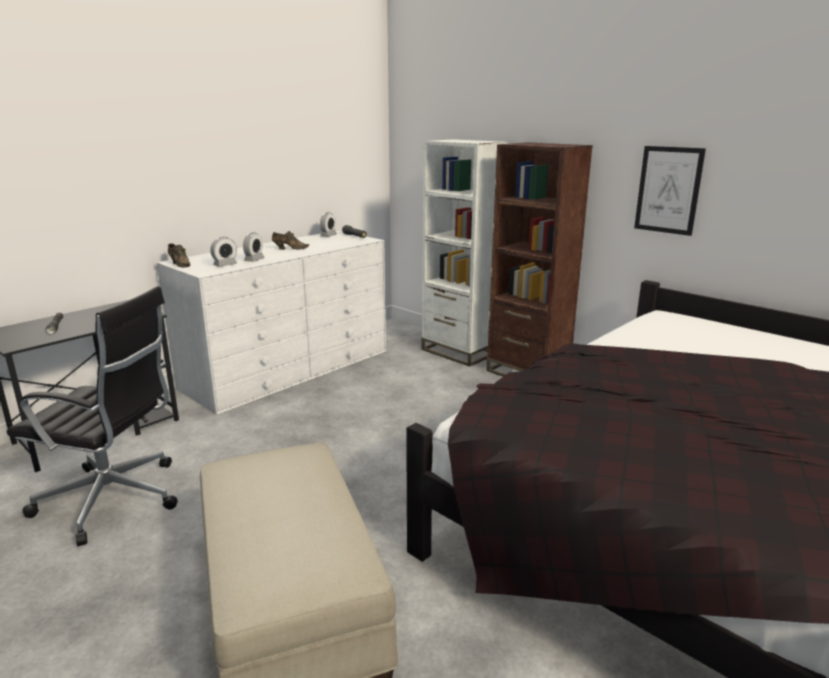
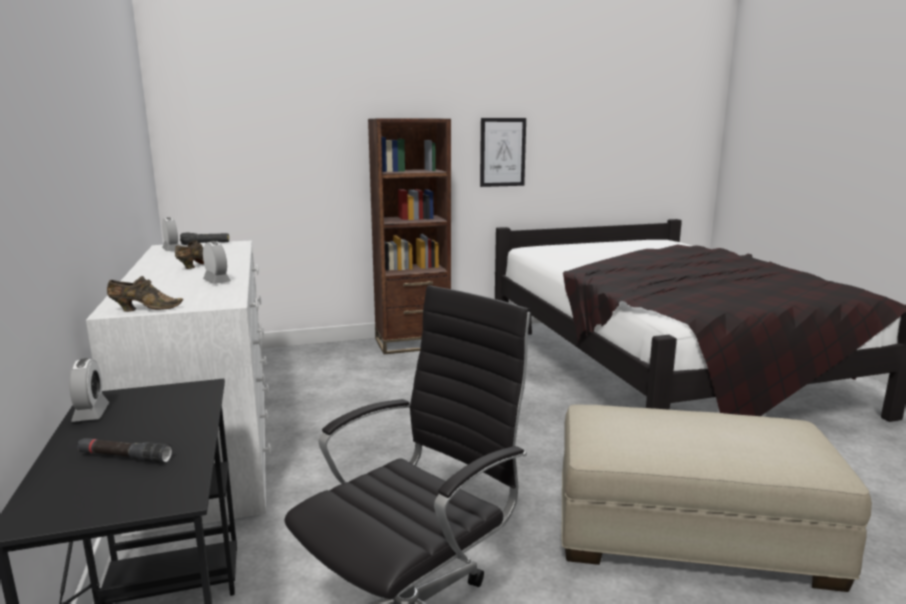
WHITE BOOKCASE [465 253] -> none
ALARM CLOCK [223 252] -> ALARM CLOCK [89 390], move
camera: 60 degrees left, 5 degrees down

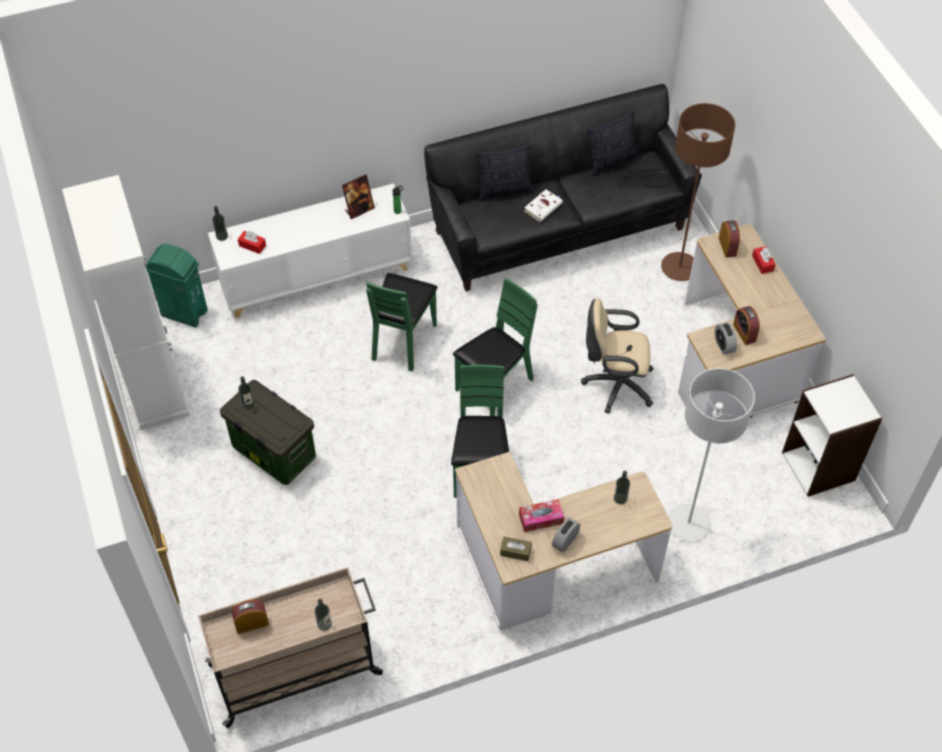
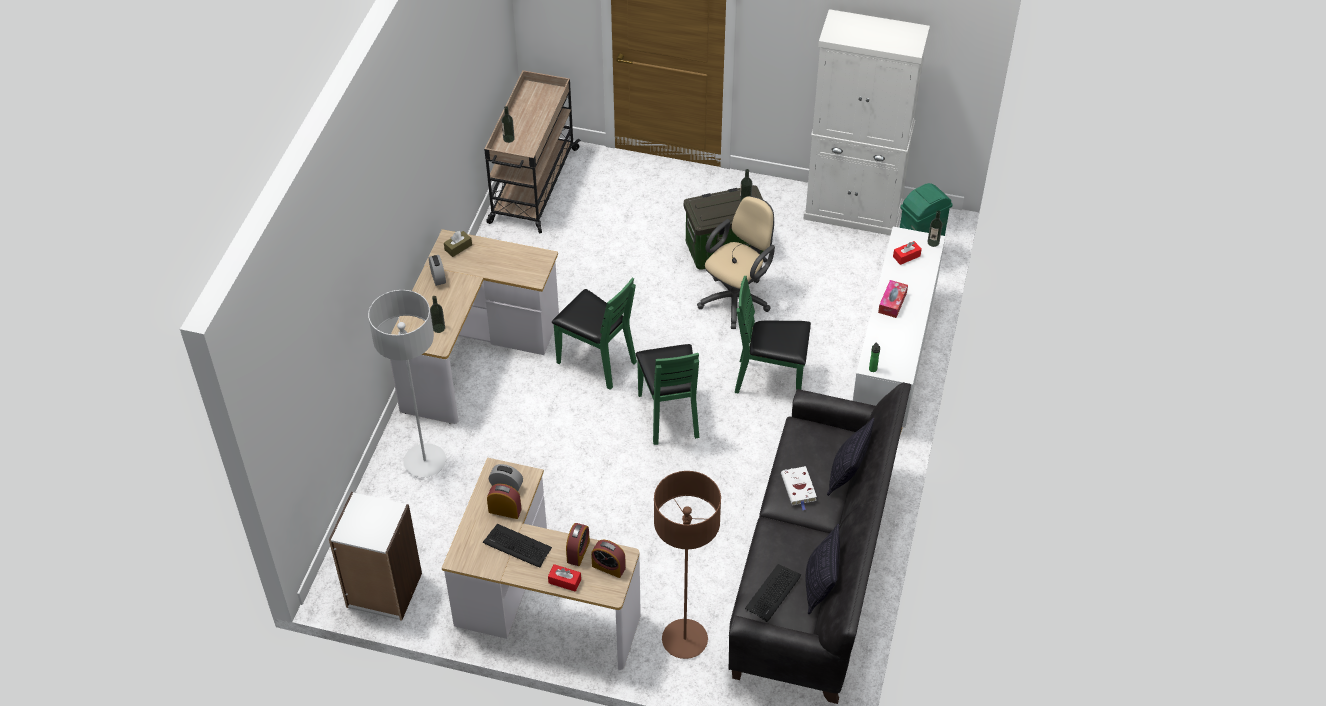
PICTURE FRAME [358 196] -> none
GREEN CHAIR [402 322] -> GREEN CHAIR [773 335], 45 degrees counterclockwise
BEIGE OFFICE CHAIR [617 356] -> BEIGE OFFICE CHAIR [736 262], move
TISSUE BOX [541 515] -> TISSUE BOX [893 299], move
ALARM CLOCK [250 617] -> ALARM CLOCK [578 544], move
none -> KEYBOARD [517 545]
camera: 125 degrees right, 5 degrees down

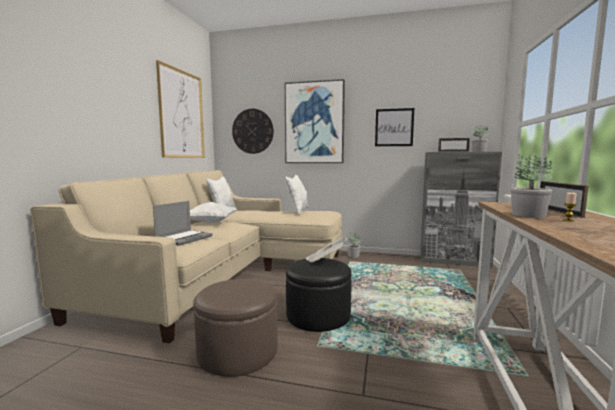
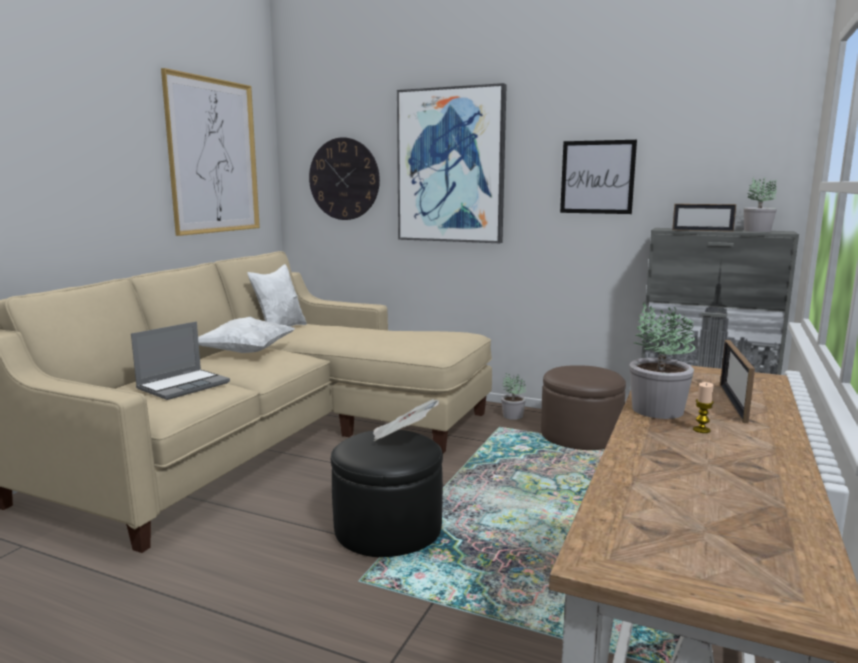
WHITE PILLOW [296 194] -> none
BROWN OTTOMAN [235 328] -> BROWN OTTOMAN [583 407], move
camera: 10 degrees right, 5 degrees up

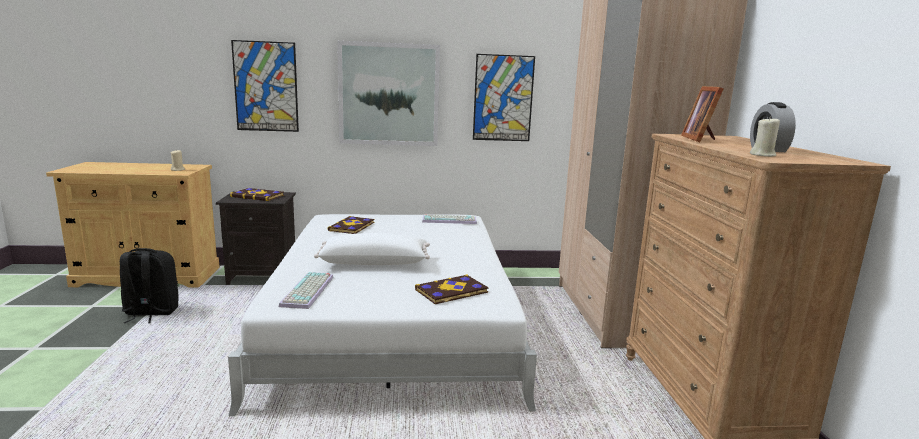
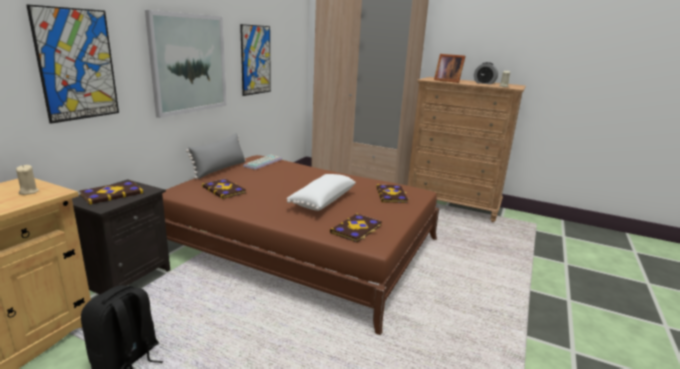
WHITE BED [382 315] -> BROWN BED [300 245]
KEYBOARD [306 290] -> BOOK [356 228]
none -> GREY PILLOW [216 156]
camera: 60 degrees left, 5 degrees up

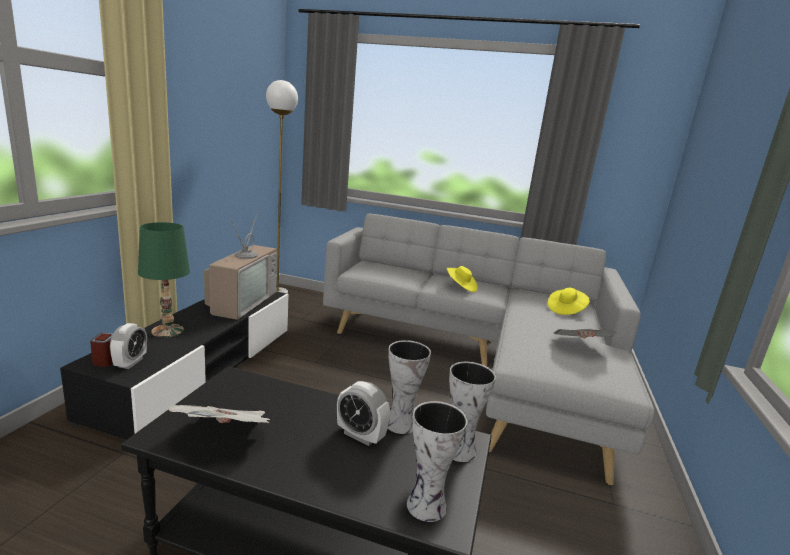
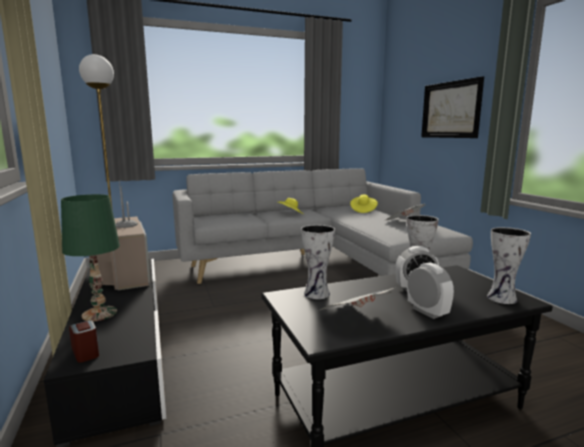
ALARM CLOCK [128 346] -> ALARM CLOCK [430 290], move
VASE [472 412] -> VASE [318 262], move
none -> PICTURE [452 107]
camera: 35 degrees left, 5 degrees down

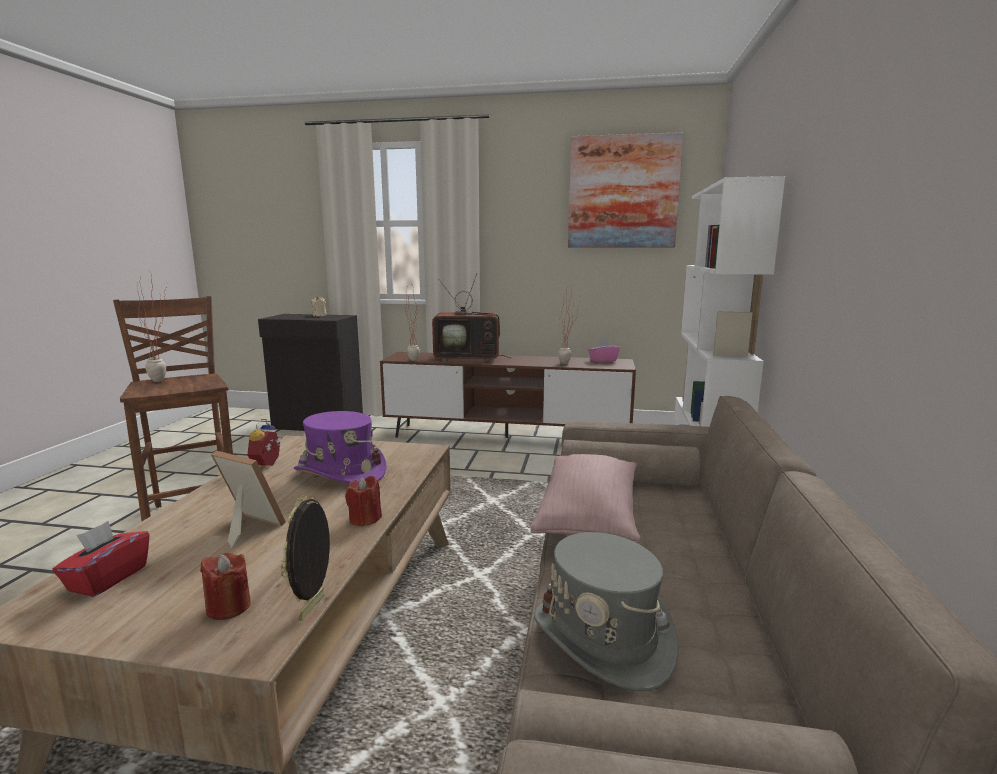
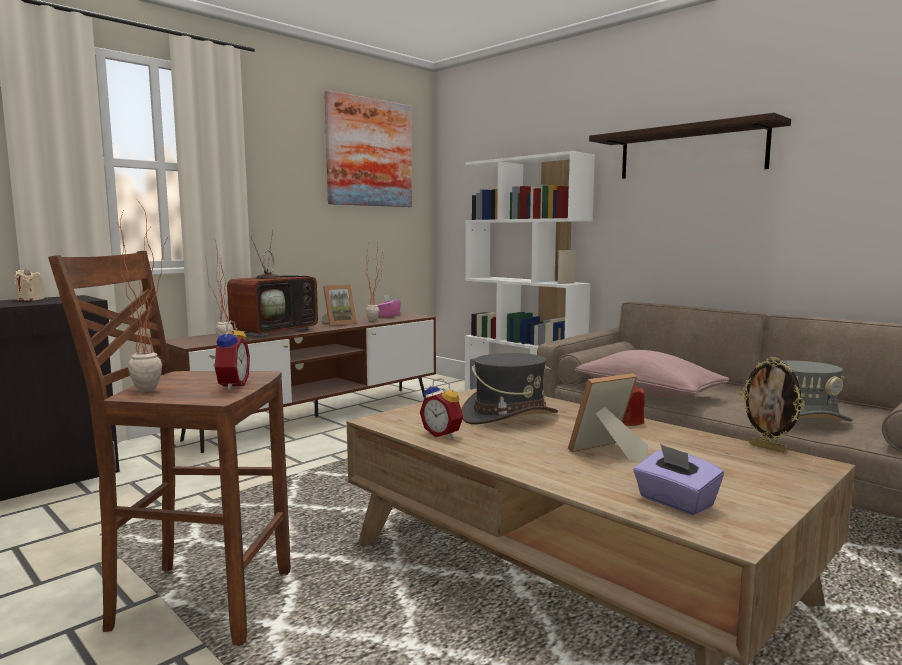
PURPLE HAT [340 447] -> GREY HAT [509 389]
RED TISSUE BOX [100 559] -> PURPLE TISSUE BOX [678 479]
RED CANDLE [225 586] -> none
none -> SHELF [690 146]
none -> PICTURE FRAME [339 305]
none -> ALARM CLOCK [229 355]
camera: 55 degrees left, 5 degrees down

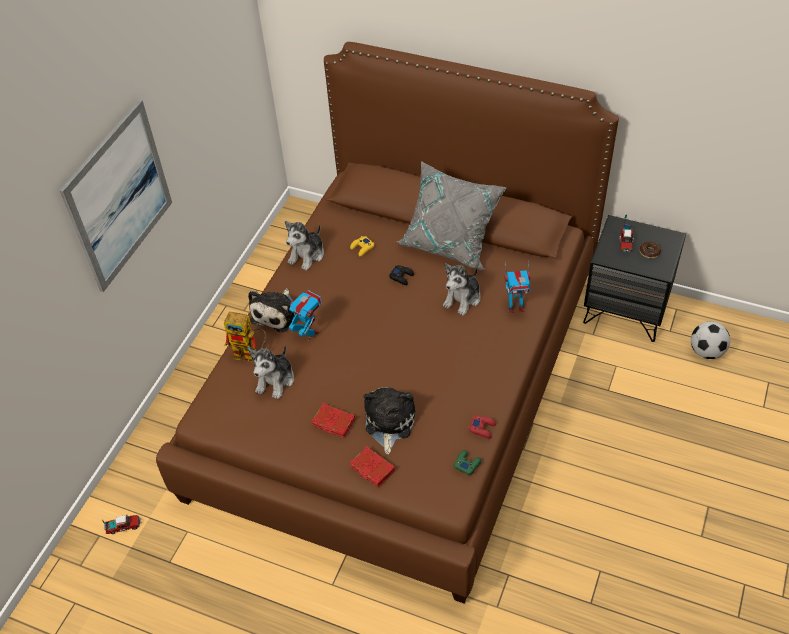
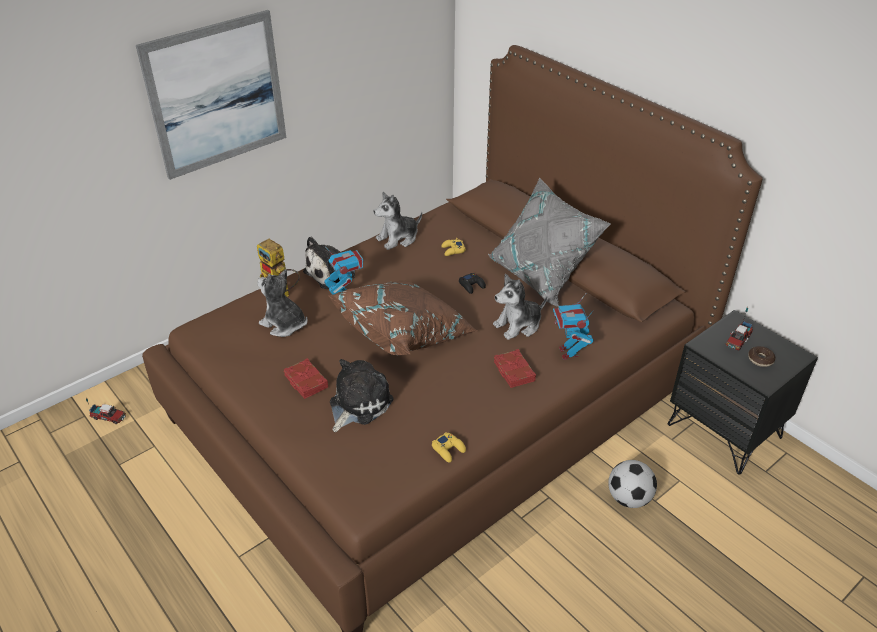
TOY ROBOT [518 286] -> TOY ROBOT [573 327], 60 degrees clockwise
FOOTBALL [710 340] -> FOOTBALL [632 484], move
PLUSH TOY [271 371] -> PLUSH TOY [282 303], 75 degrees clockwise
RED GAME CONTROLLER [482 427] -> YELLOW GAME CONTROLLER [449 447]
RED BOOK [372 466] -> RED BOOK [515 368], move
GREEN GAME CONTROLLER [468 462] -> none
none -> BROWN PILLOW [403 318]
camera: 25 degrees right, 10 degrees down

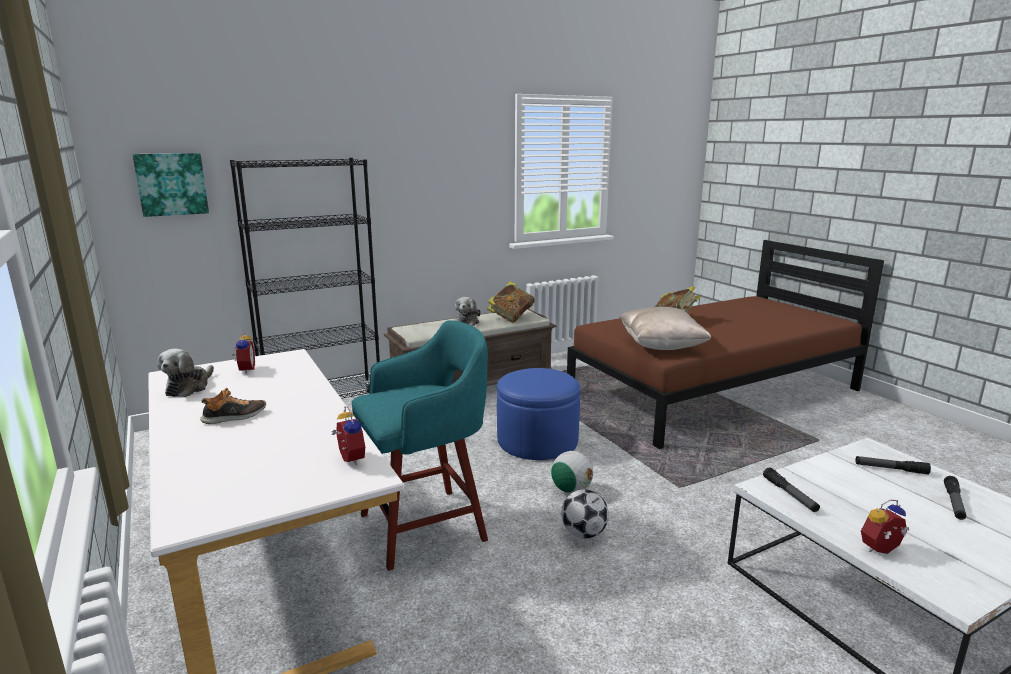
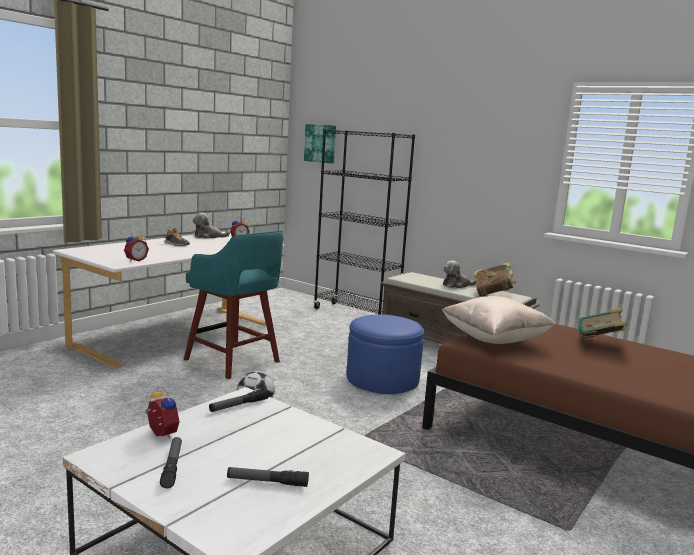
FOOTBALL [572 472] -> none
FLASHLIGHT [893 465] -> FLASHLIGHT [171 462], move
camera: 65 degrees right, 5 degrees down

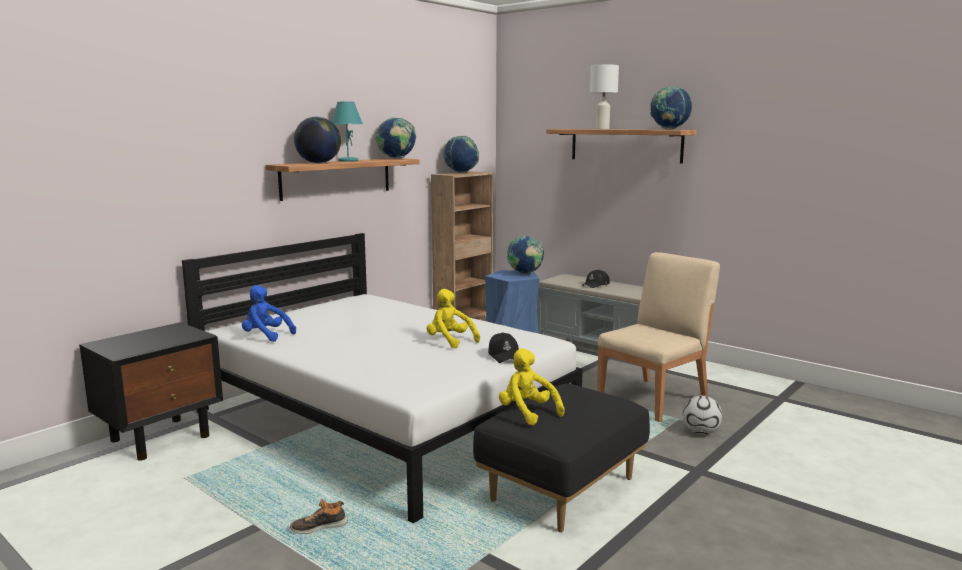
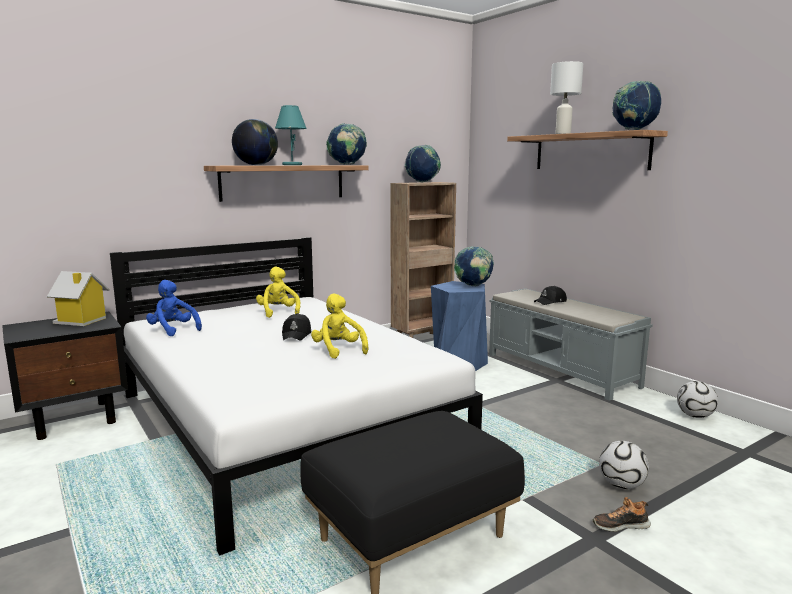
BEIGE CHAIR [658 337] -> none
BLACK CAP [503 347] -> BLACK CAP [296 327], move
YELLOW PLUSH TOY [532 386] -> YELLOW PLUSH TOY [278 292], move
SHOE [319 516] -> SHOE [622 514], move
none -> TOY HOUSE [78 298]
none -> FOOTBALL [697 399]
camera: 15 degrees right, 0 degrees up

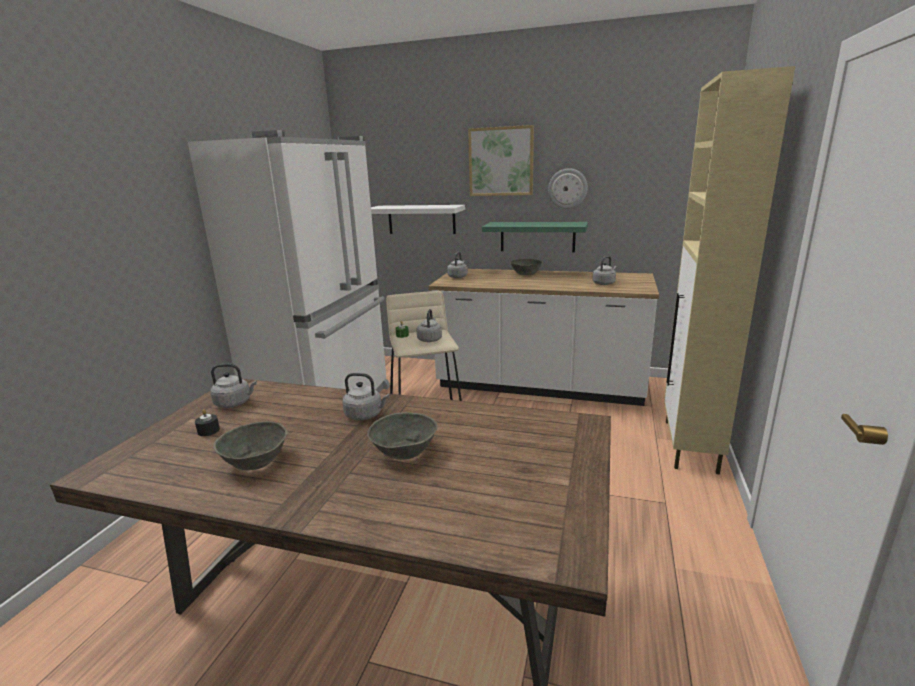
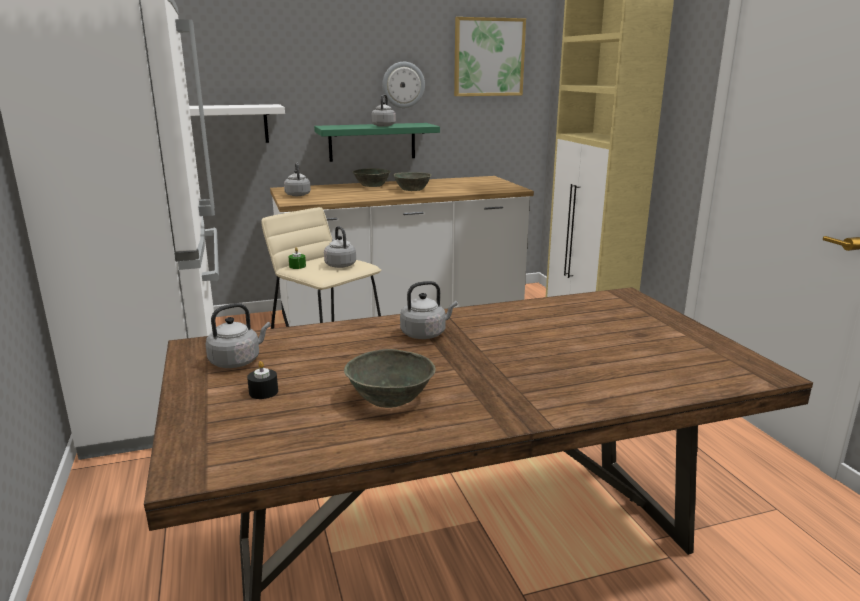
PICTURE [501 160] -> PICTURE [490 56], move
GREY KETTLE [604 270] -> GREY KETTLE [383 110], move
GREY BOWL [402 436] -> GREY BOWL [412 181], move
camera: 35 degrees left, 0 degrees up

